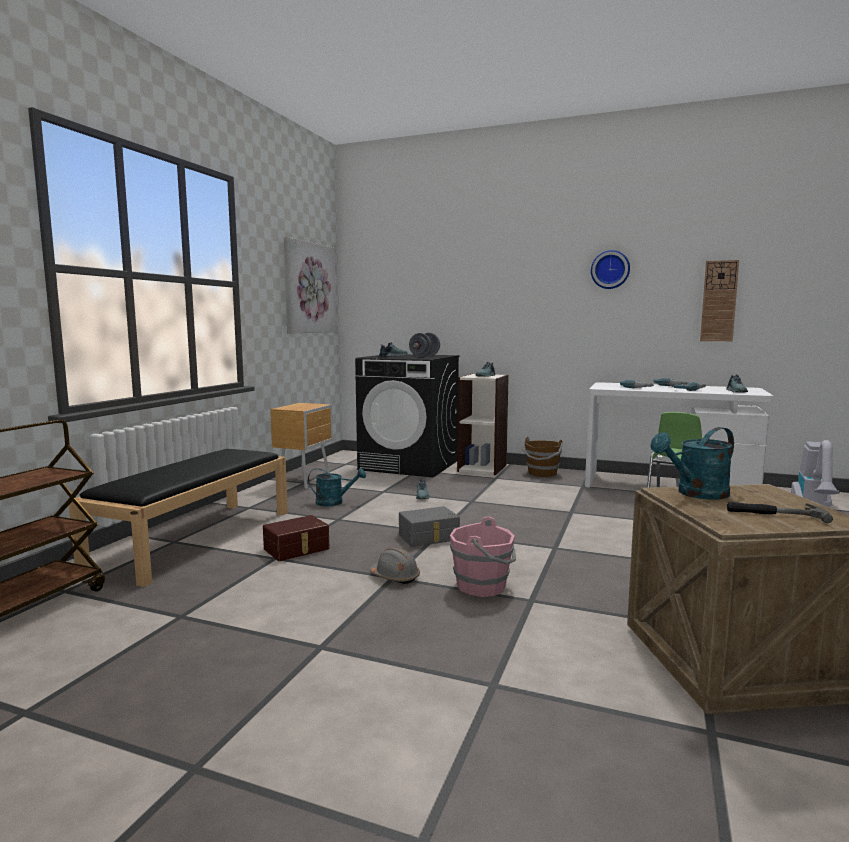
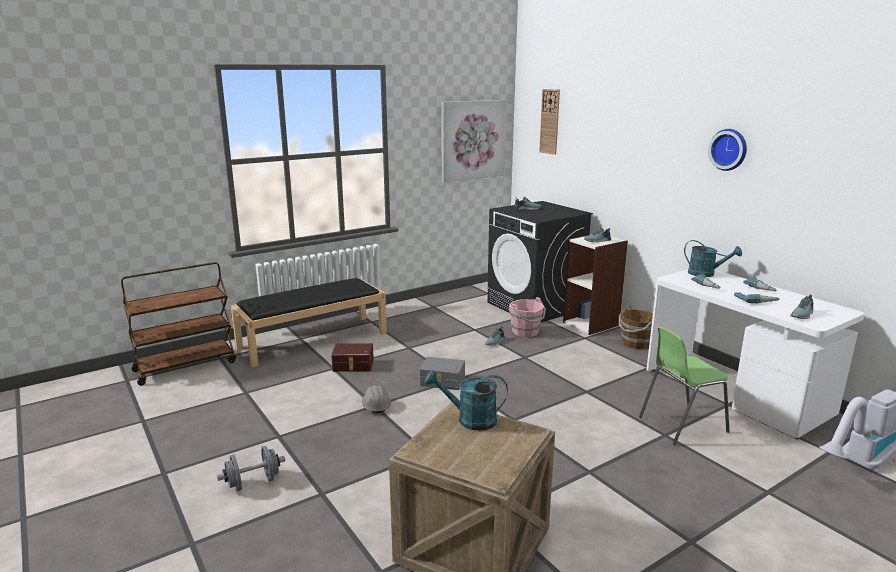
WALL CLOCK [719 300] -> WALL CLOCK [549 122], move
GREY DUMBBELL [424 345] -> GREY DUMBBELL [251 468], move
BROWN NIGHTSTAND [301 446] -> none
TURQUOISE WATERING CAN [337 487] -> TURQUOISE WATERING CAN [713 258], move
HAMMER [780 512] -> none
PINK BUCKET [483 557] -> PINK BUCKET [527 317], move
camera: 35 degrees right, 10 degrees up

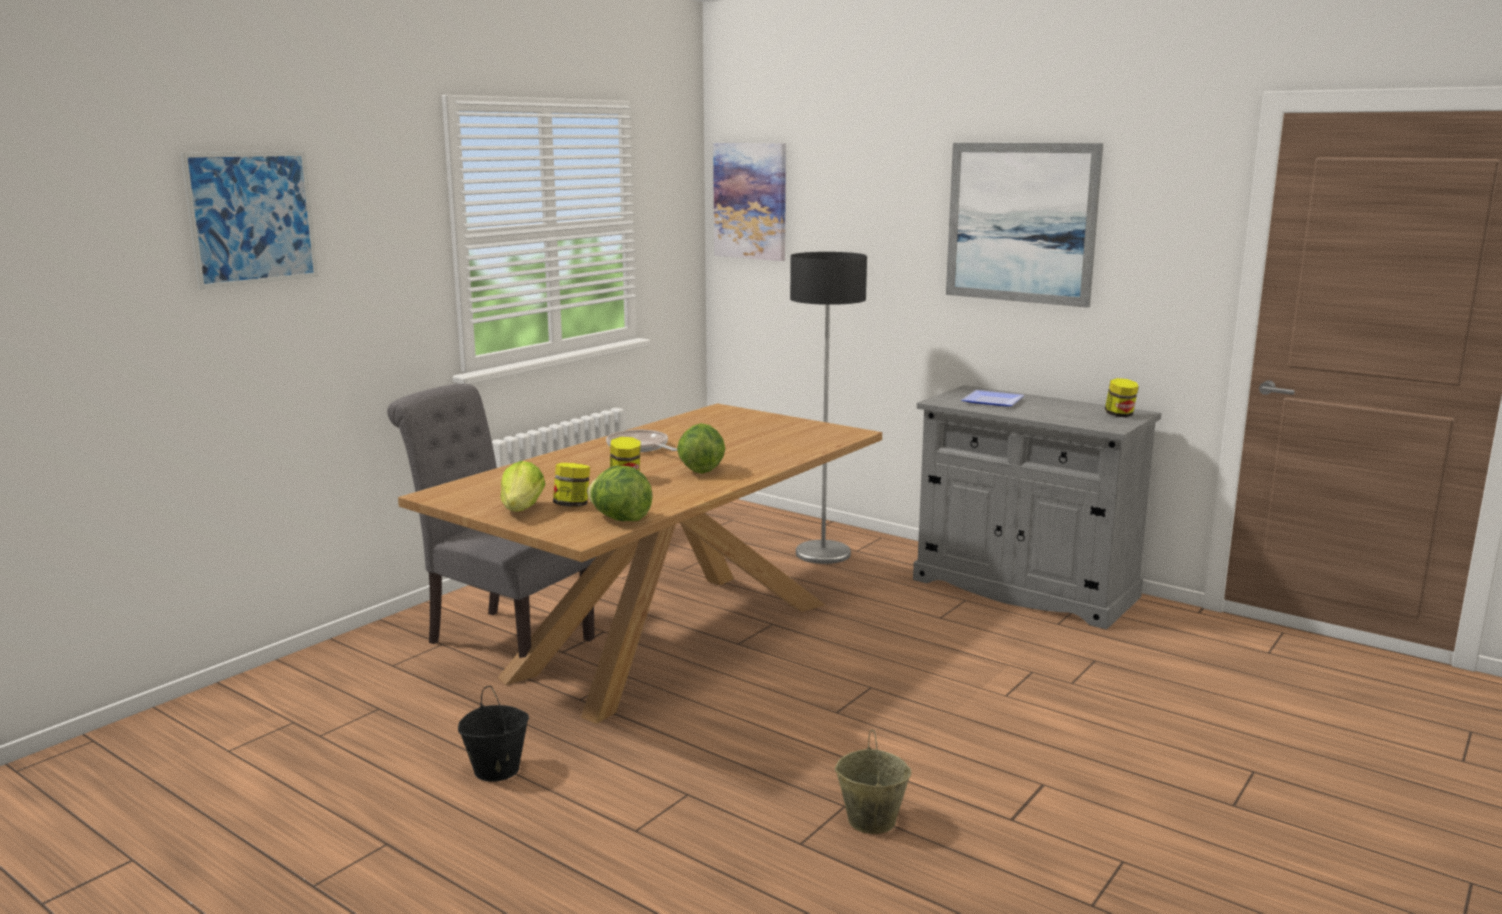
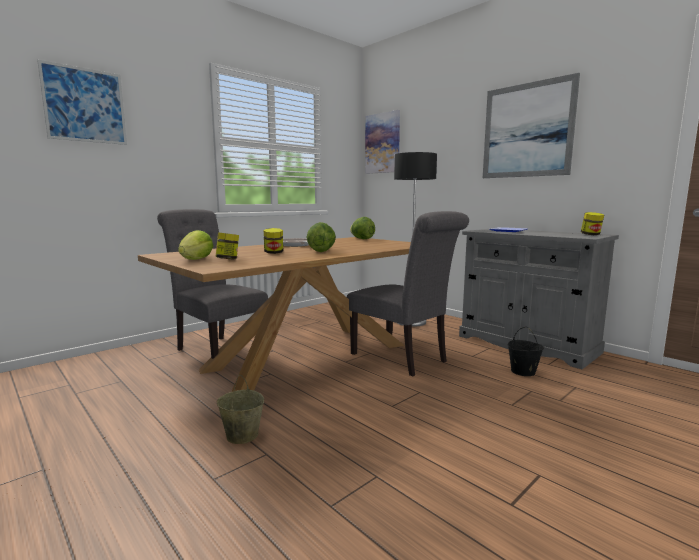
LETTUCE [619 493] -> LETTUCE [362 228], move
BLACK BUCKET [493 734] -> BLACK BUCKET [526 351], move
BEIGE BUCKET [873 782] -> BEIGE BUCKET [240 409], move
none -> GREY CHAIR [408 294]
camera: 10 degrees right, 5 degrees down

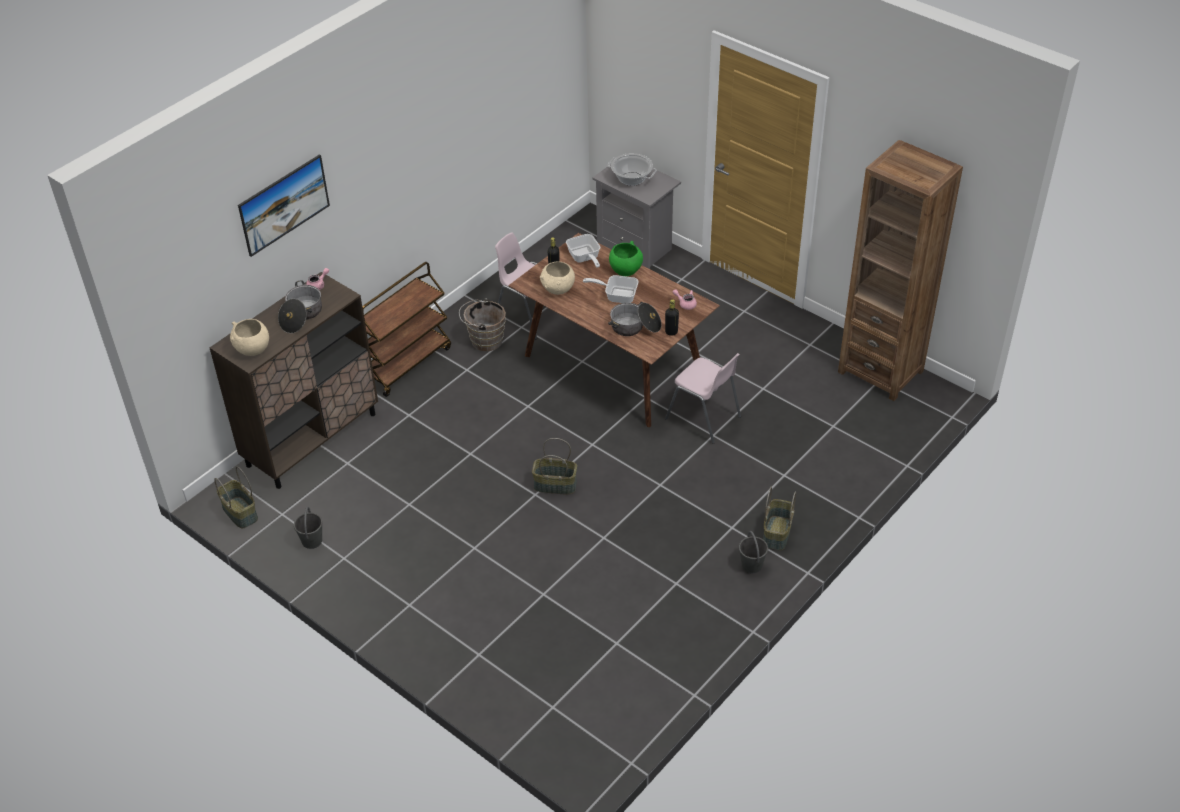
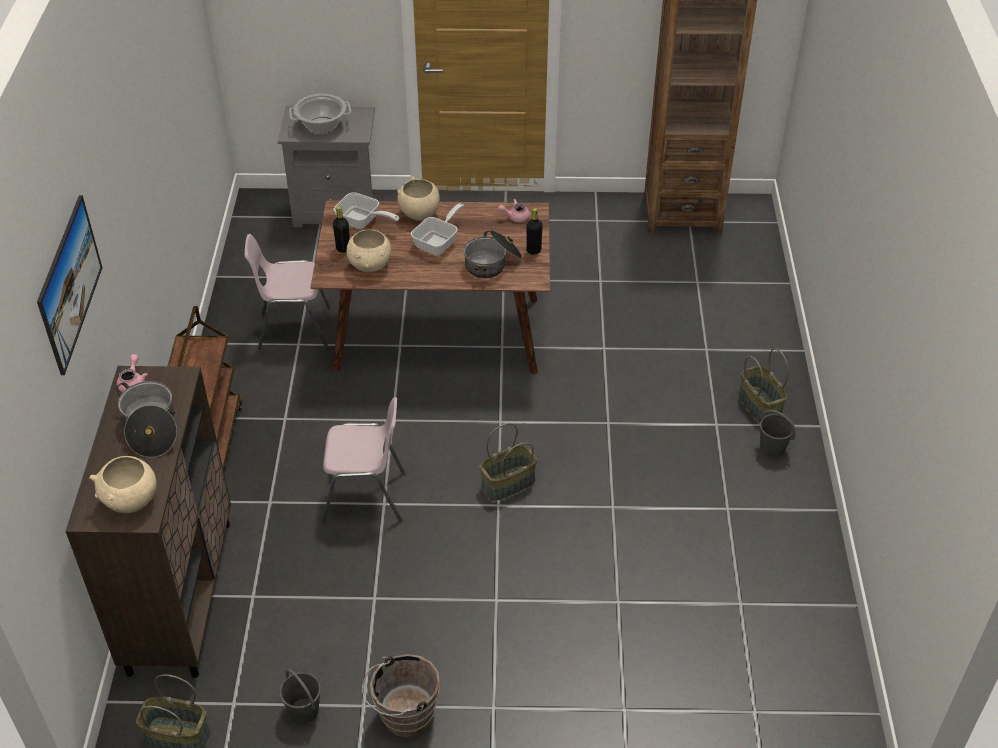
GREEN BOWL [626 258] -> BEIGE BOWL [418 198]
FRYING PAN [610 289] -> FRYING PAN [437 229], 150 degrees clockwise
BROWN BUCKET [482 324] -> BROWN BUCKET [401 695], move
PINK CHAIR [703 398] -> PINK CHAIR [364 460], move
camera: 40 degrees left, 0 degrees up

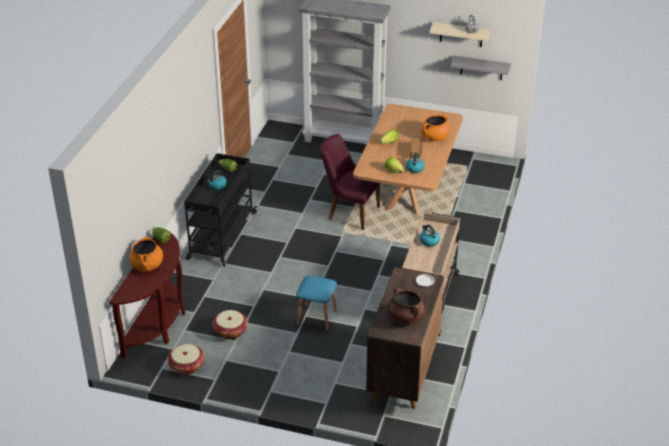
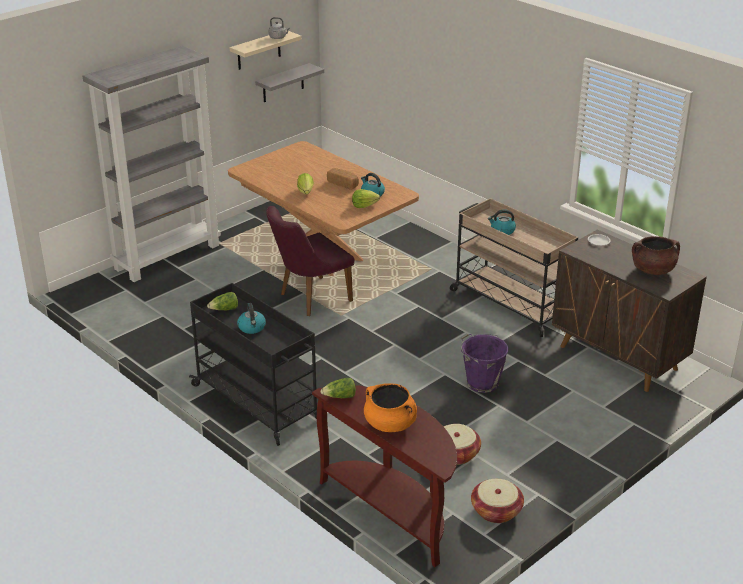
ORANGE COOKING POT [435 128] -> none
BLUE STOOL [316 304] -> PURPLE BUCKET [484 363]
camera: 60 degrees left, 5 degrees down

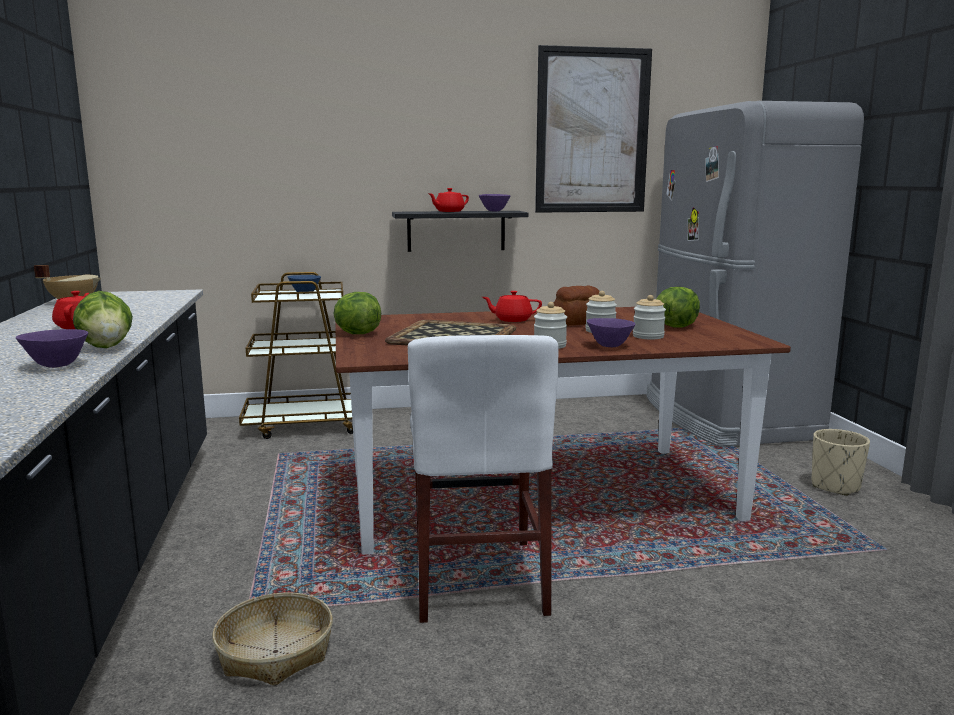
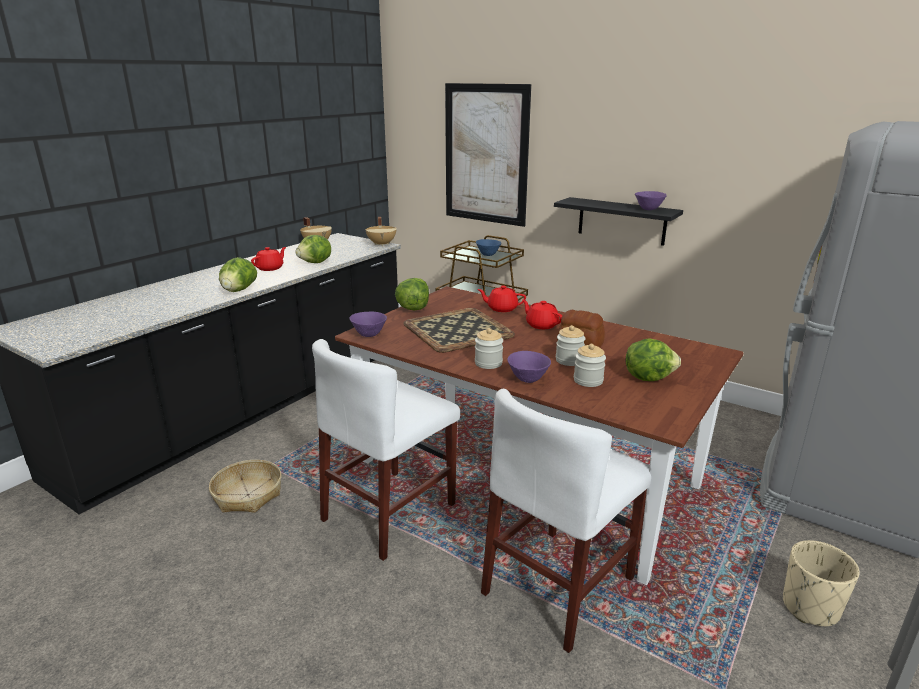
PICTURE [593 129] -> PICTURE [488 155], move
RED TEAPOT [448 200] -> RED TEAPOT [501 299], move
PURPLE BOWL [52 348] -> PURPLE BOWL [368 324], move
none -> BEIGE COOKING POT [381 231]
none -> LETTUCE [313 249]
none -> WHITE CHAIR [566 521]
camera: 45 degrees right, 10 degrees up

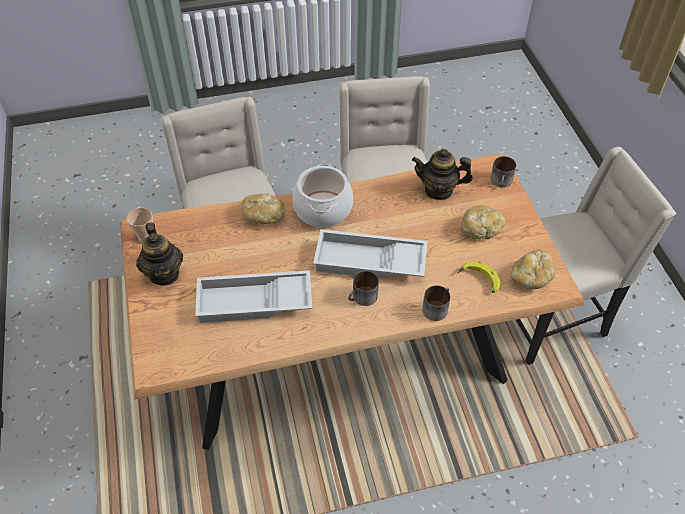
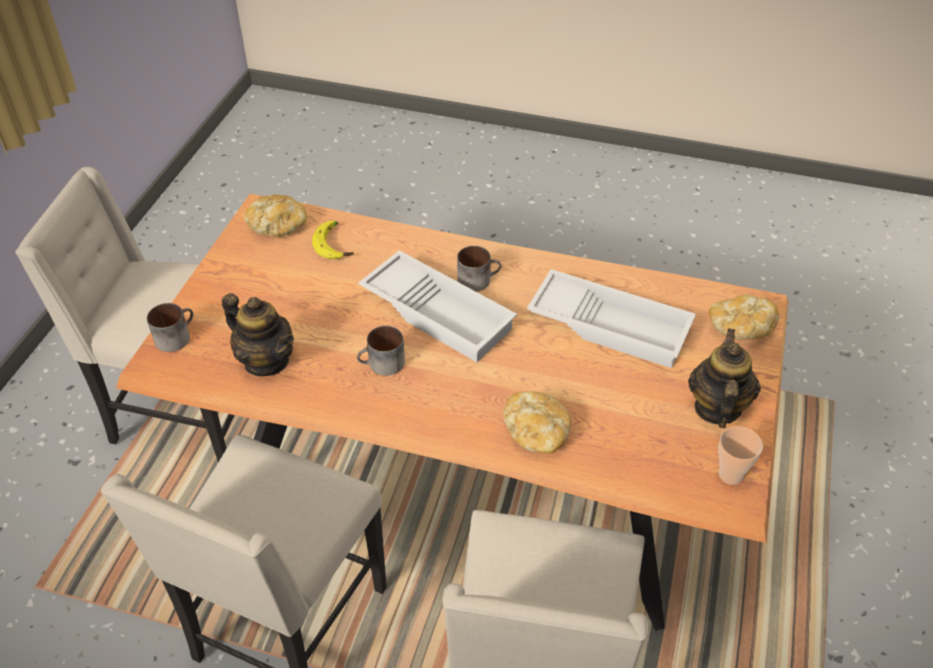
COOKING POT [322 195] -> none
BREAD [483 222] -> BREAD [744 317], move
MUG [436 303] -> MUG [381 351], move
camera: 150 degrees left, 5 degrees down

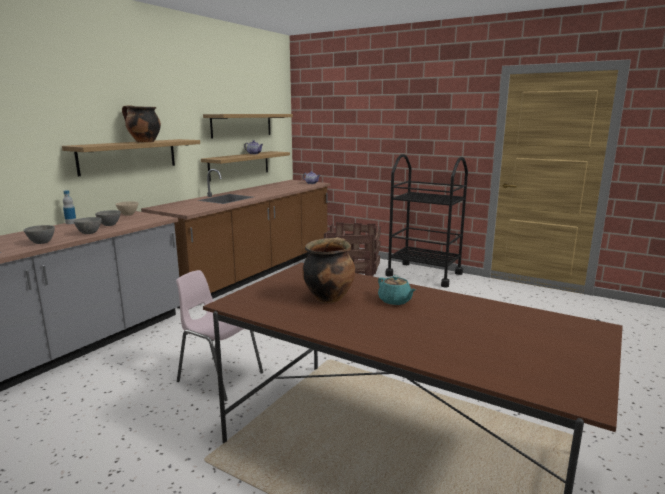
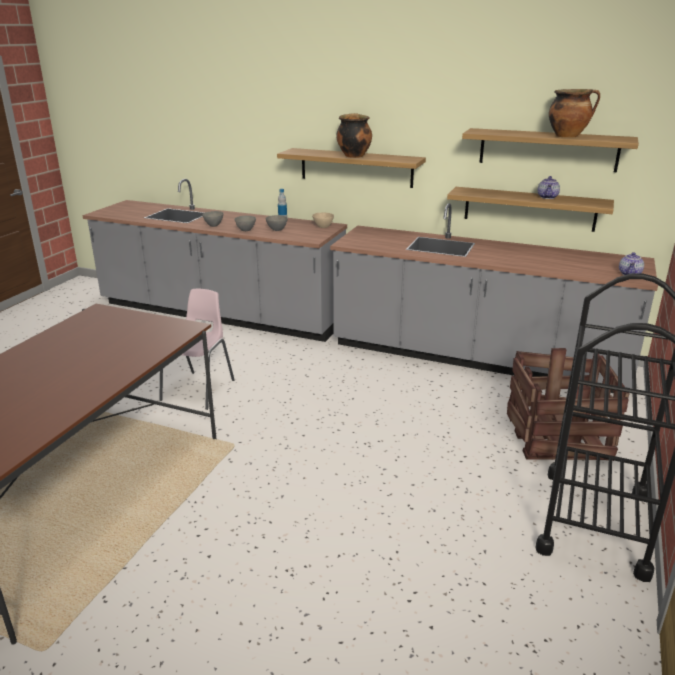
BROWN COUNTER [235 238] -> GREY COUNTER [494 298]
COOKING POT [328 270] -> COOKING POT [574 113], move
TURQUOISE TEAPOT [397 290] -> none
camera: 80 degrees right, 10 degrees up

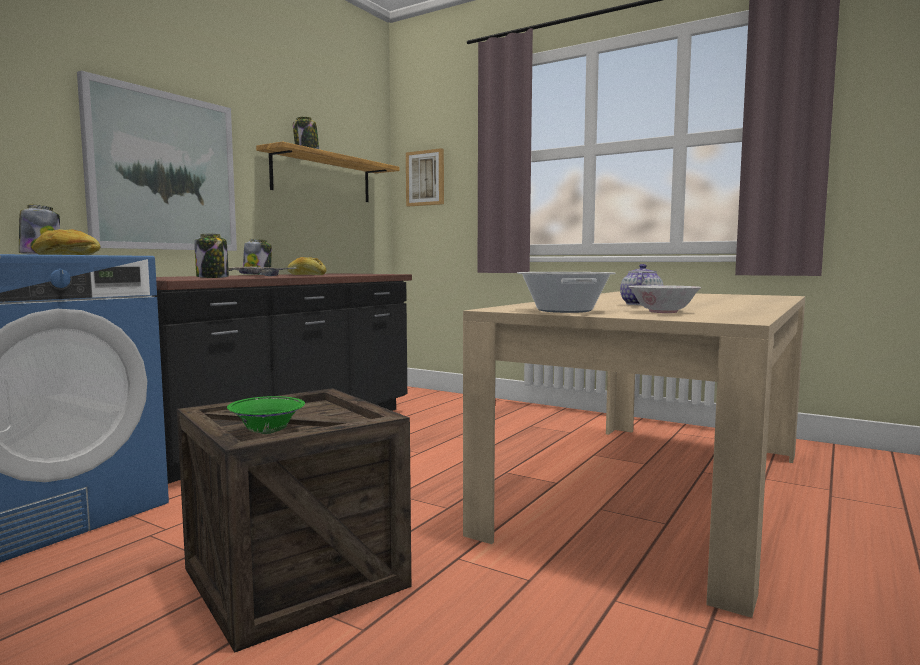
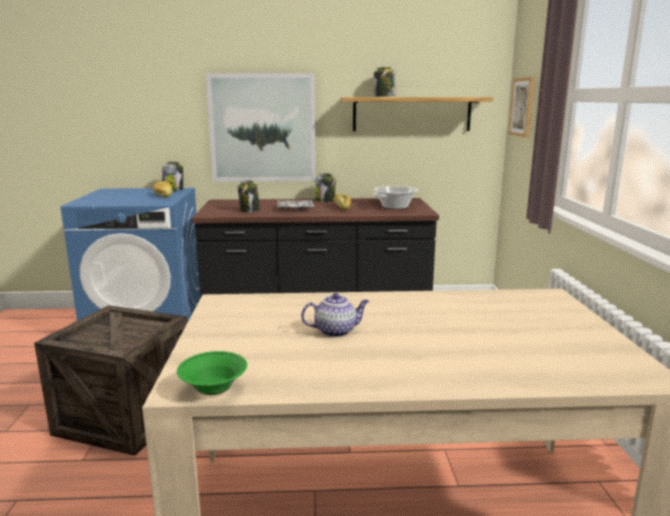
COOKING POT [566 292] -> COOKING POT [395 197], move
WHITE BOWL [665 299] -> none
GREEN BOWL [266 415] -> GREEN BOWL [212 373], move
camera: 55 degrees right, 10 degrees up

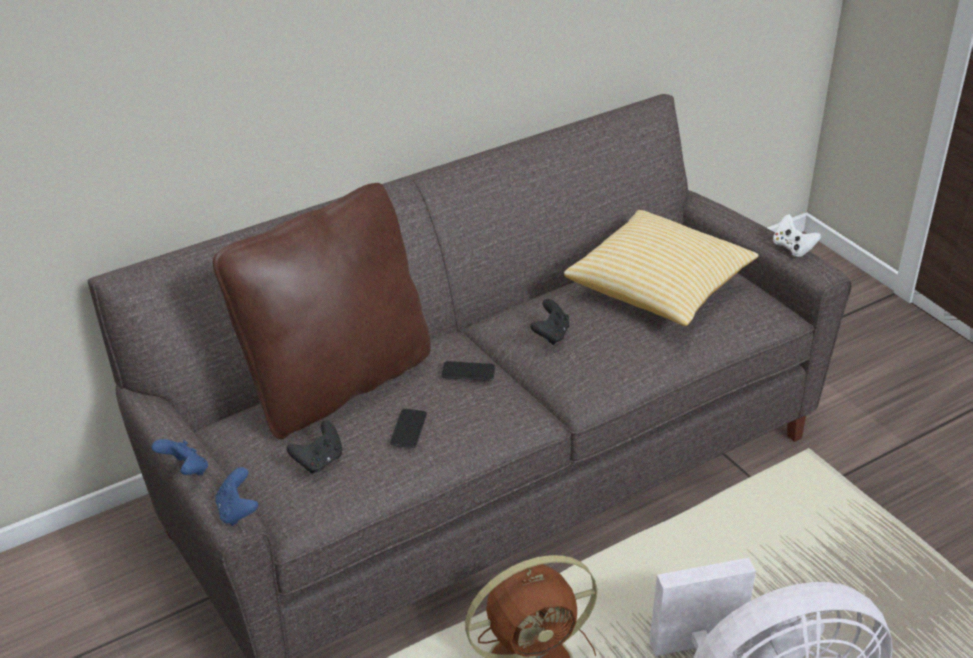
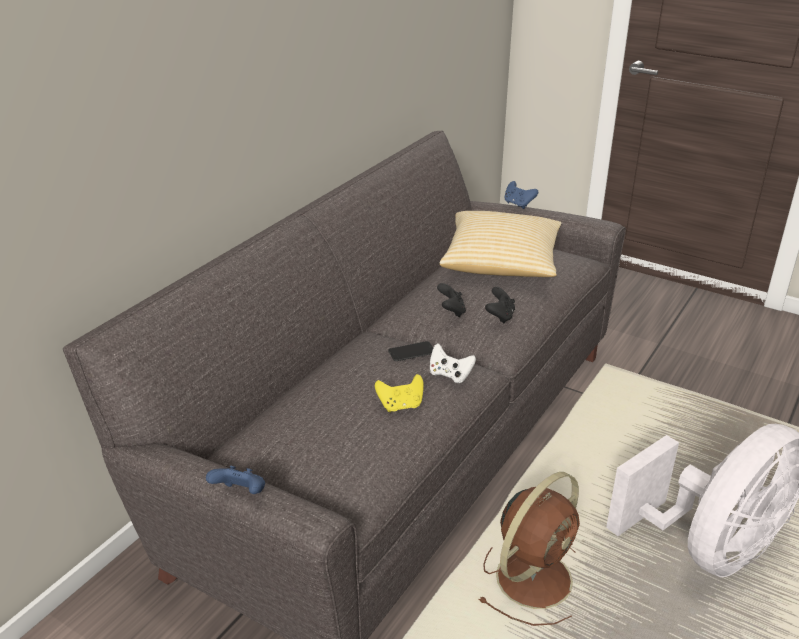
BROWN PILLOW [322 311] -> none
WHITE GAME CONTROLLER [797 235] -> WHITE GAME CONTROLLER [452 363], move
PHONE [408 428] -> YELLOW GAME CONTROLLER [399 393]
BLACK GAME CONTROLLER [314 447] -> BLACK GAME CONTROLLER [500 305], move
BLUE GAME CONTROLLER [236 496] -> BLUE GAME CONTROLLER [521 195], move
camera: 25 degrees left, 5 degrees down

